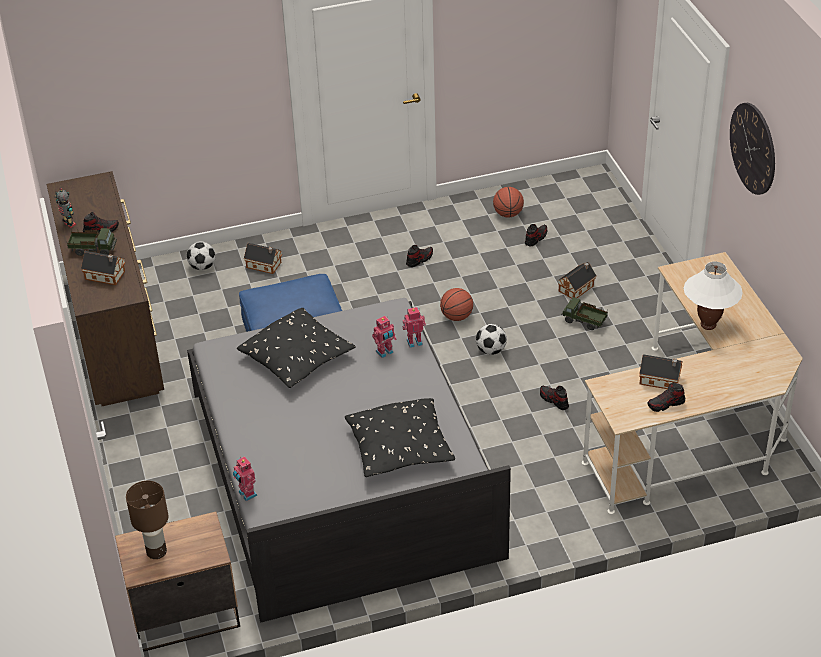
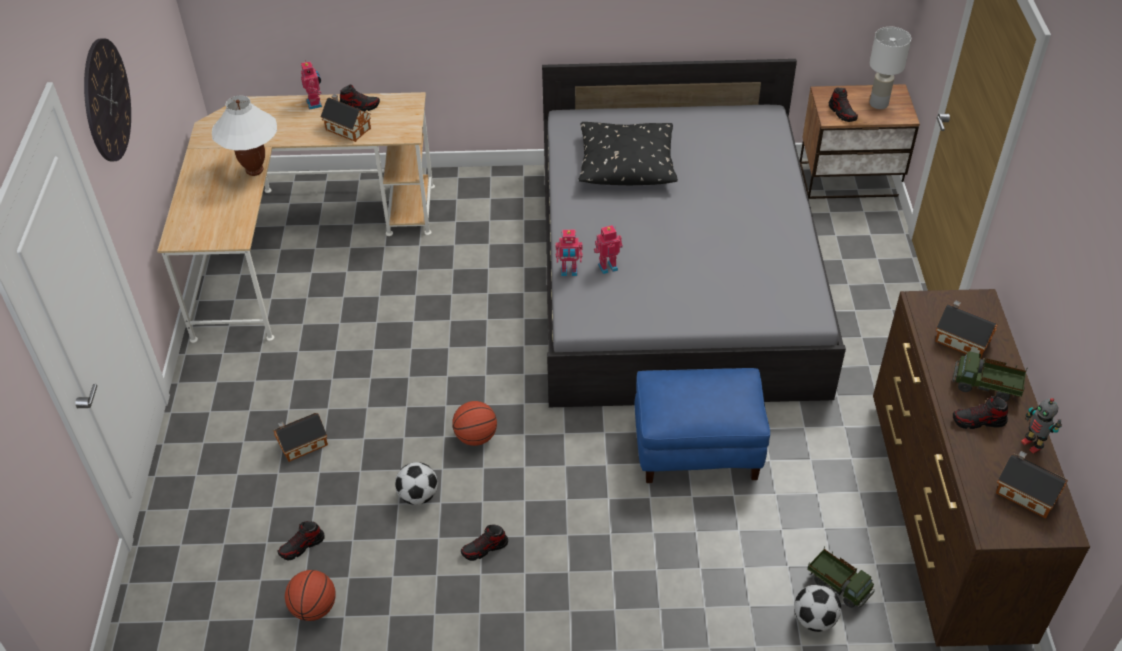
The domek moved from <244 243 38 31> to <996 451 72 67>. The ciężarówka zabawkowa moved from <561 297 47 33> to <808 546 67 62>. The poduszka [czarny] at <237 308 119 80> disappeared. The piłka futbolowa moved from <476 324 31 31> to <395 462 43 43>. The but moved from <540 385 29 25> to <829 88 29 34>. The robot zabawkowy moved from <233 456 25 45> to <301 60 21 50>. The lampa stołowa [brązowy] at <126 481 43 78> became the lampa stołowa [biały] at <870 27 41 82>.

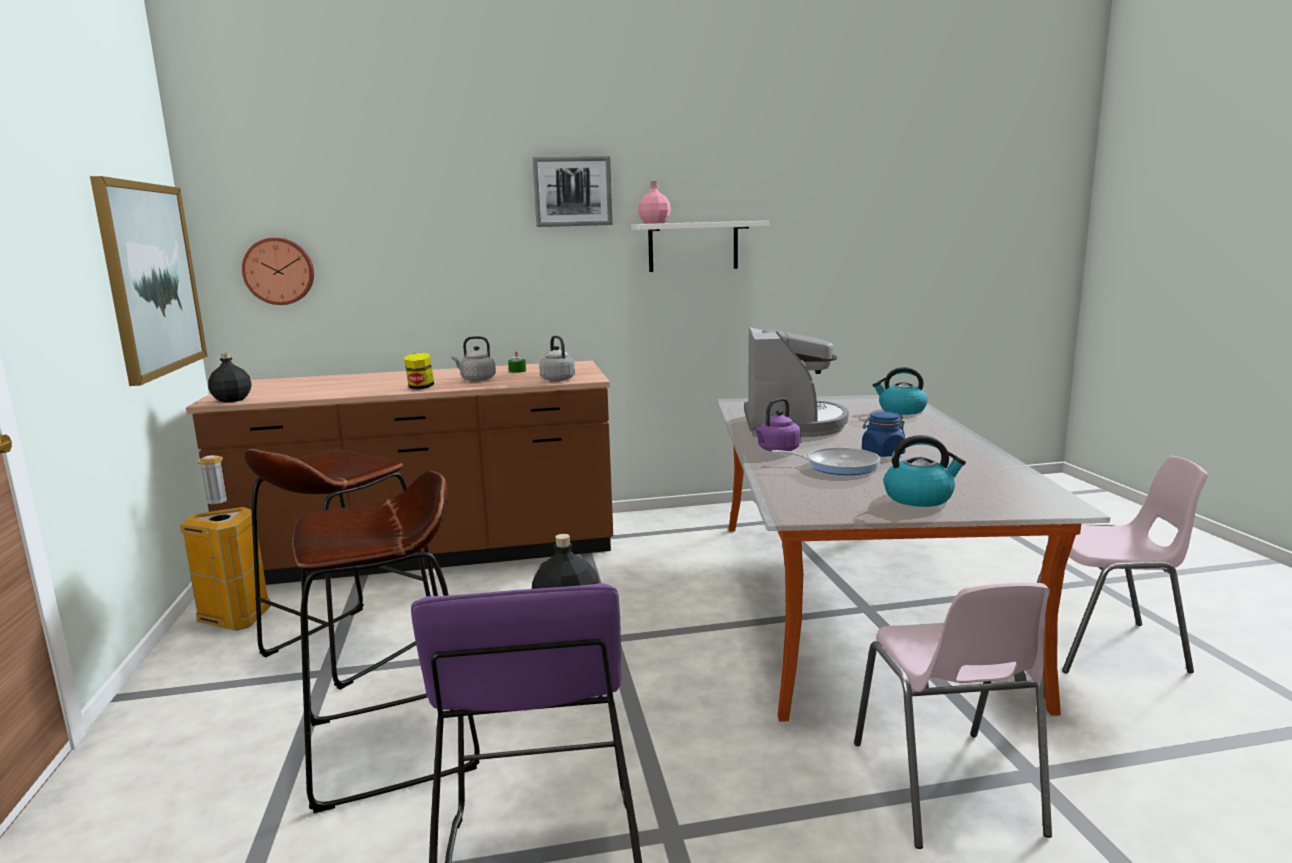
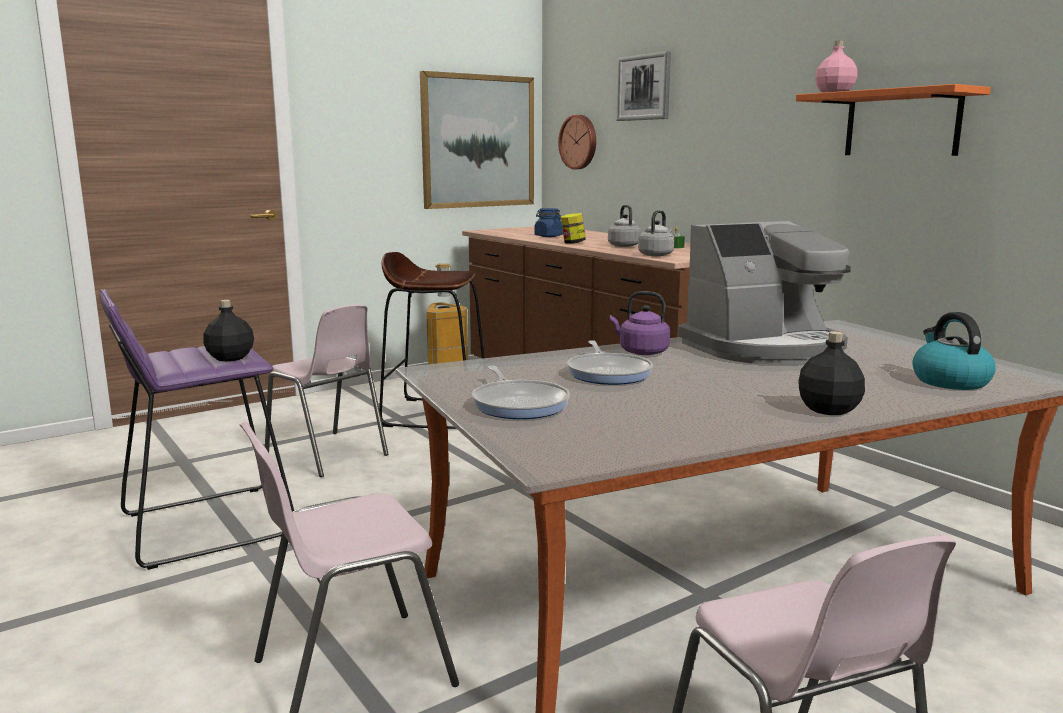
The obraz moved from <532 156 81 71> to <616 51 55 70>. The półka [biały] at <631 221 138 51> became the półka [pomarańczowy] at <796 84 195 72>. The butelka [czarny] moved from <208 353 44 49> to <798 331 67 84>. The słoik [niebieski] moved from <862 412 44 45> to <534 208 29 29>. The czajnik at <884 435 82 72> was replaced by the patelnia at <472 366 98 53>. The stołek [brązowy] at <292 471 188 342> was replaced by the krzesło [różowy] at <265 304 123 173>.

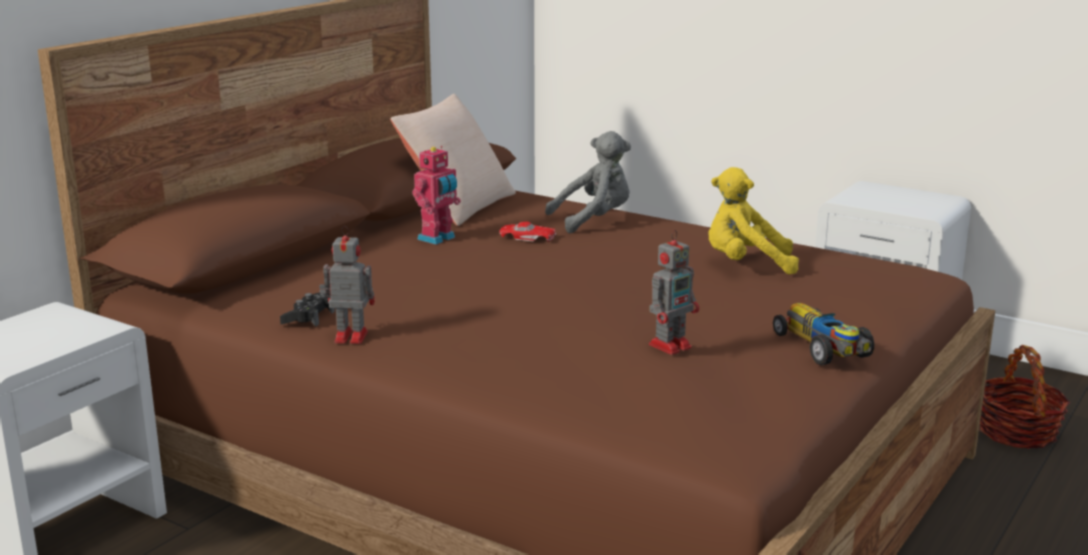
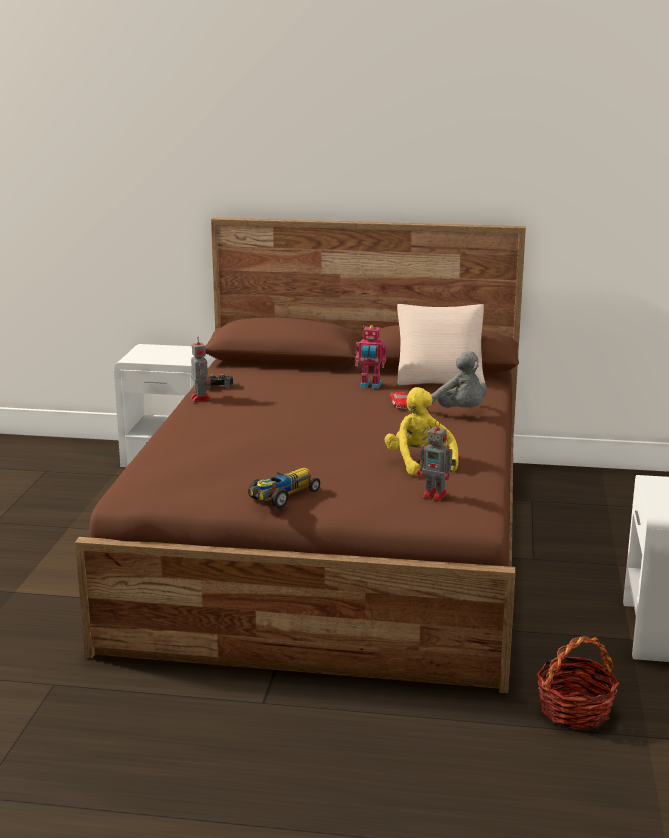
The robot zabawkowy moved from <649 230 50 125> to <418 420 38 81>.

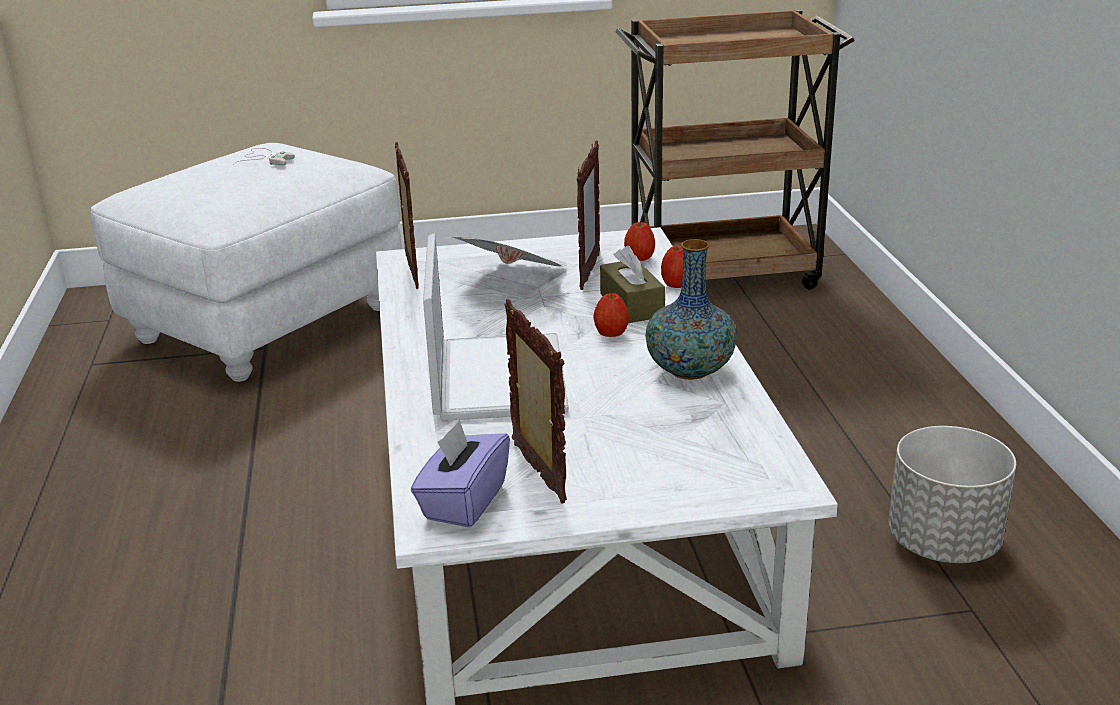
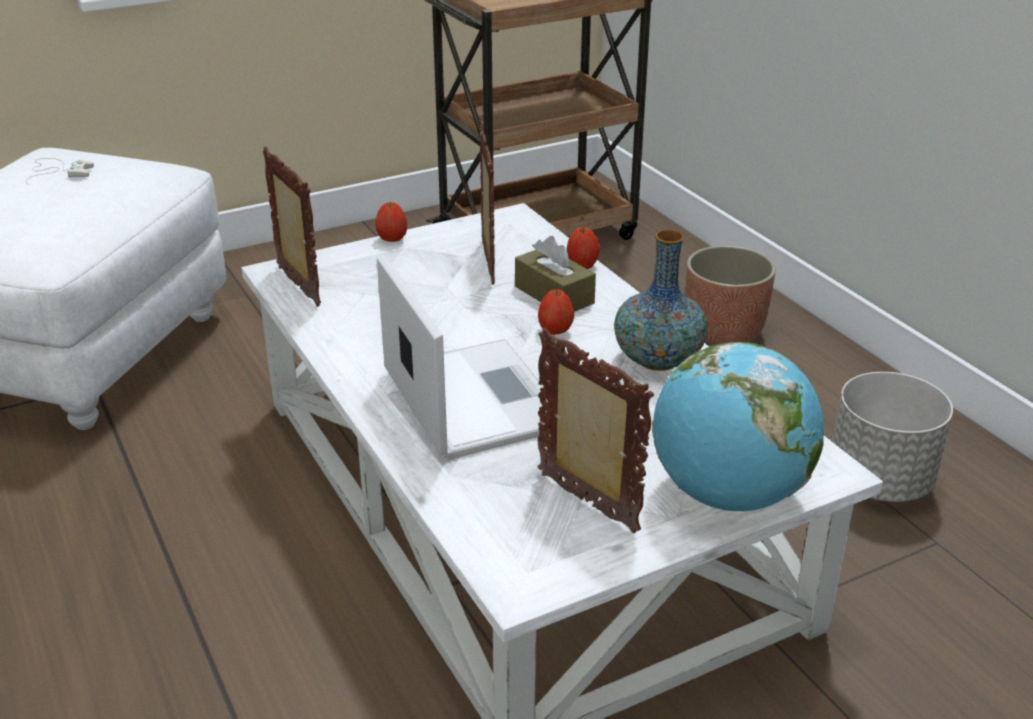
The jabłko moved from <624 222 31 39> to <375 202 32 40>. The gazeta at <445 237 121 30> disappeared. The pudełko chusteczek [fioletowy] at <411 419 99 109> disappeared. The donica at <685 245 91 100> appeared. The globus at <652 342 172 169> appeared.

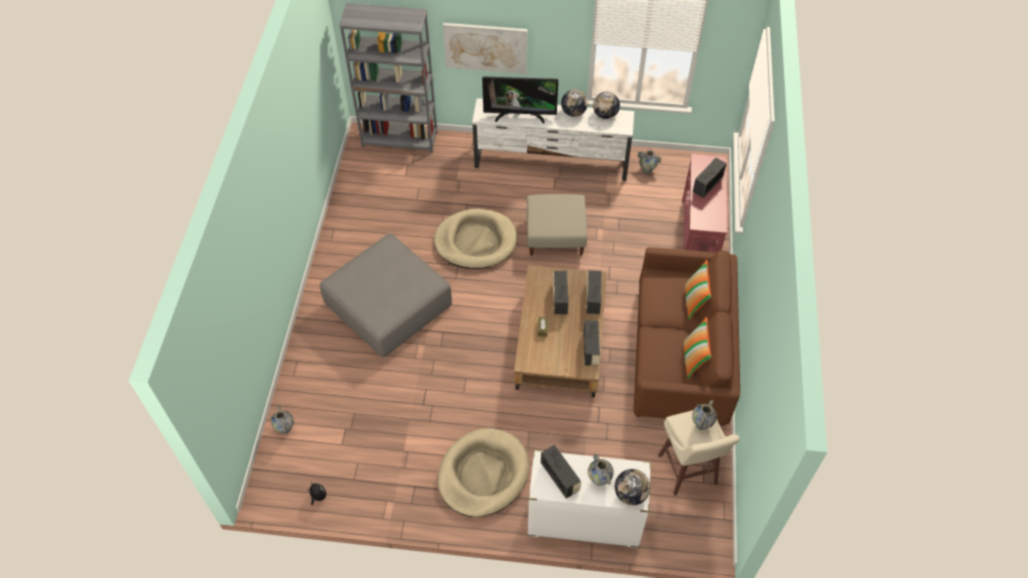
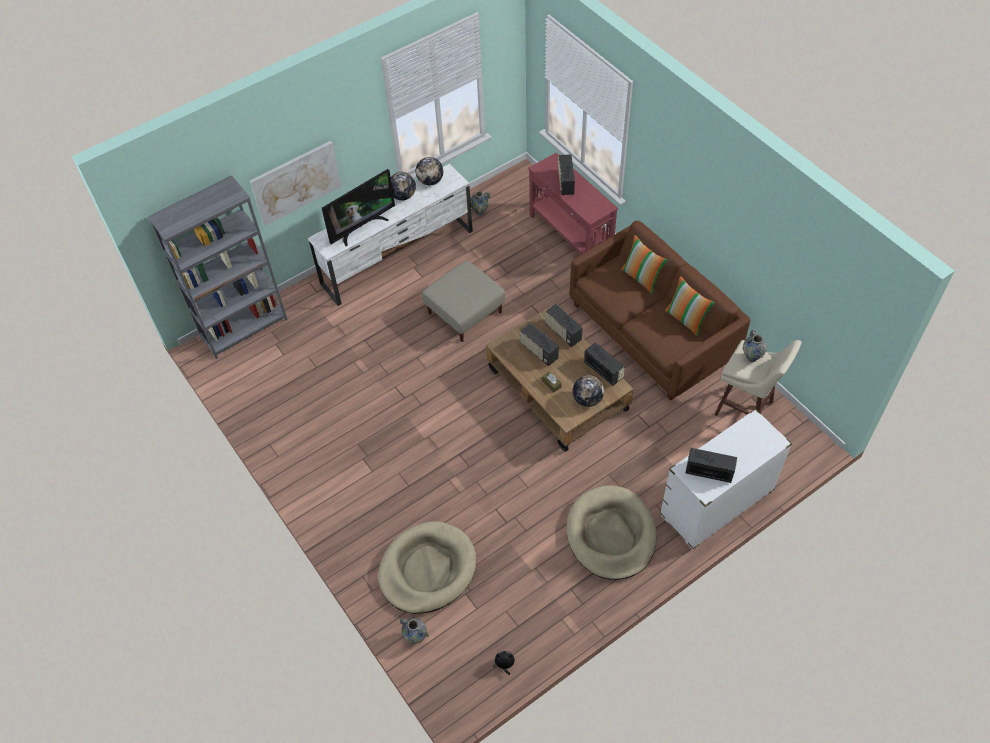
The legowisko [beżowy] moved from <434 208 83 61> to <378 521 98 93>. The pufa [szary] at <320 233 132 124> disappeared. The wazon at <588 453 26 33> disappeared. The globus moved from <615 469 35 36> to <573 375 31 32>.

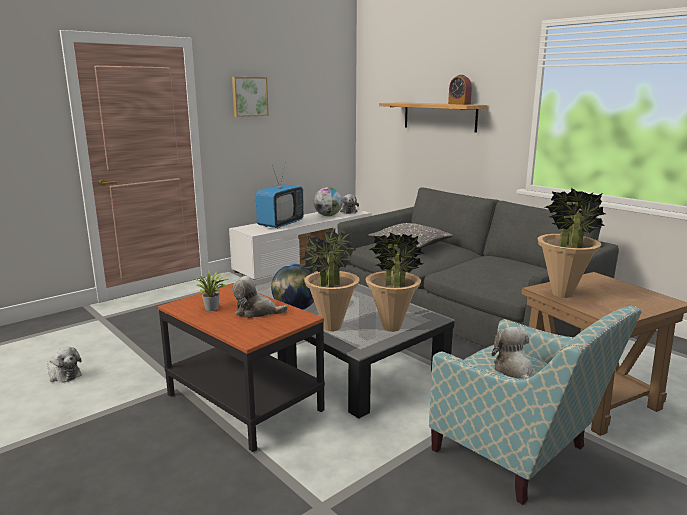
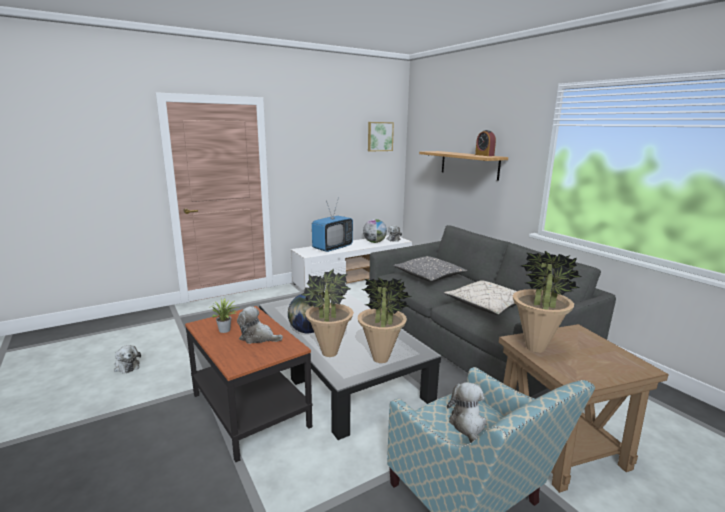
The obraz moved from <232 77 37 40> to <368 122 26 30>. The poduszka [beżowy] at <444 280 73 35> appeared.

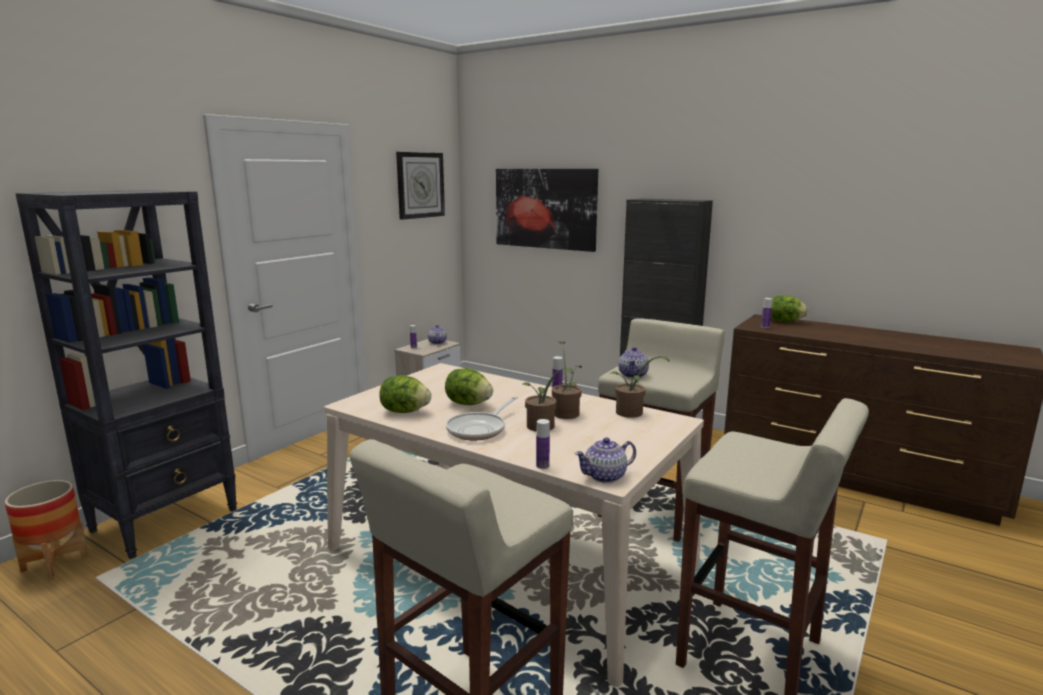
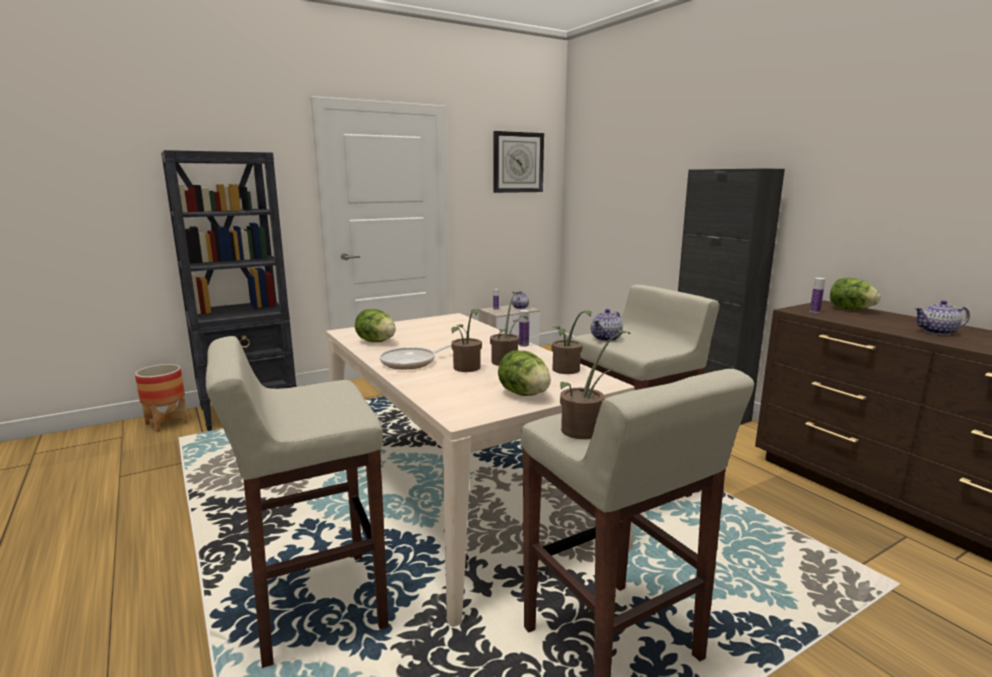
The obraz at <496 169 102 83> disappeared. The sałata moved from <445 368 48 37> to <498 351 53 45>. The butelka at <536 419 14 50> disappeared. The imbryk moved from <575 437 61 46> to <914 300 56 35>. The roślina doniczkowa at <560 330 70 109> appeared.

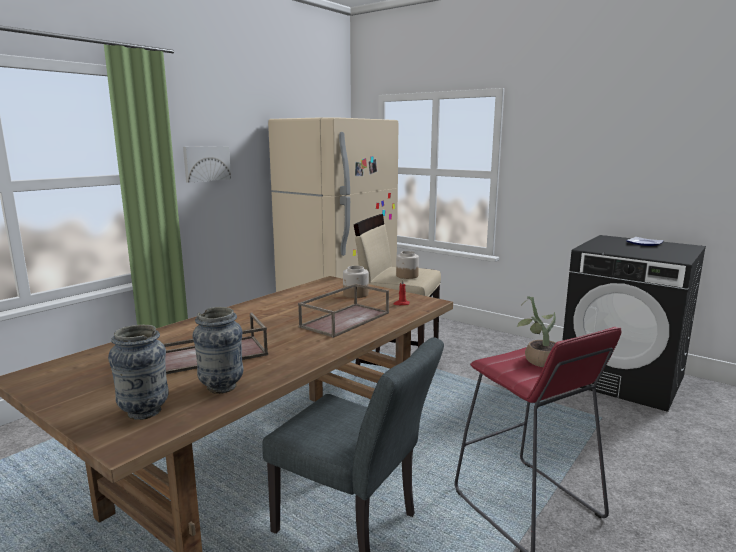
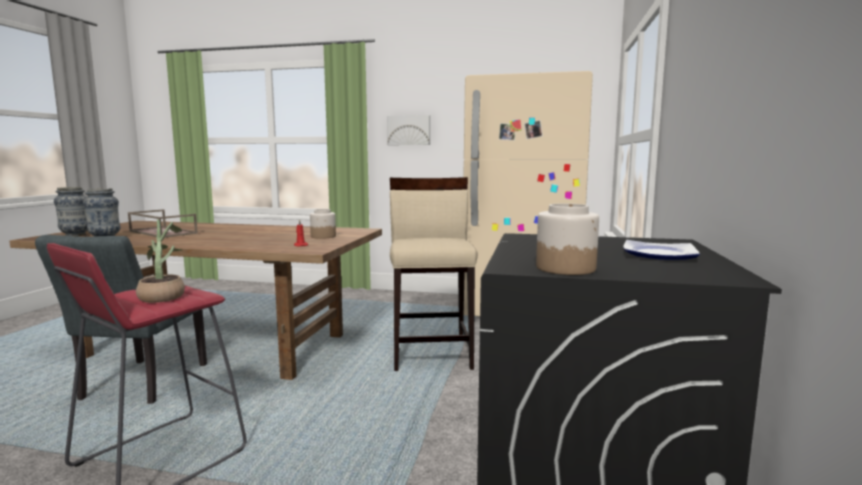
The słoik moved from <396 251 23 28> to <536 203 63 72>. The taca [brązowy] at <298 284 91 54> disappeared.

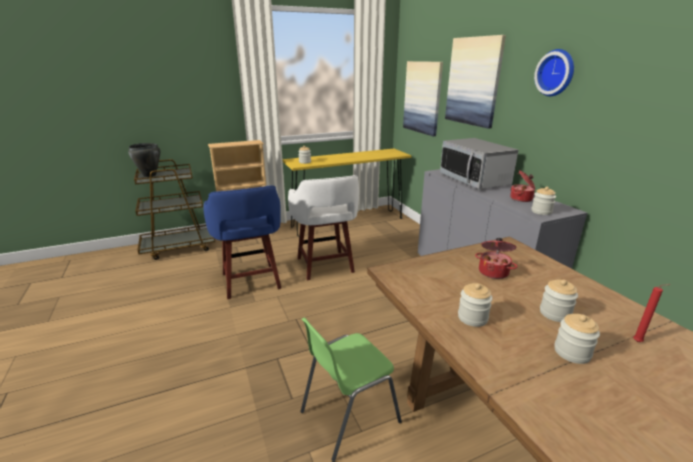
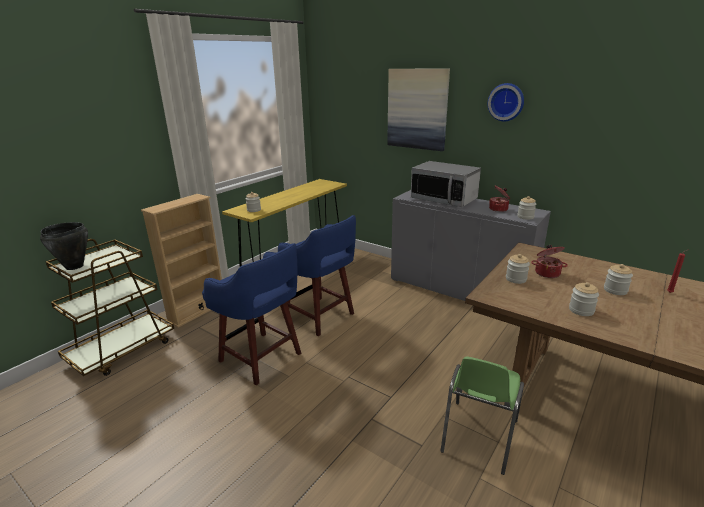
The obraz at <403 61 40 75> disappeared. The stołek [biały] at <288 175 71 105> became the stołek [niebieski] at <278 215 78 121>. The słoik moved from <554 314 46 50> to <506 254 24 30>.

